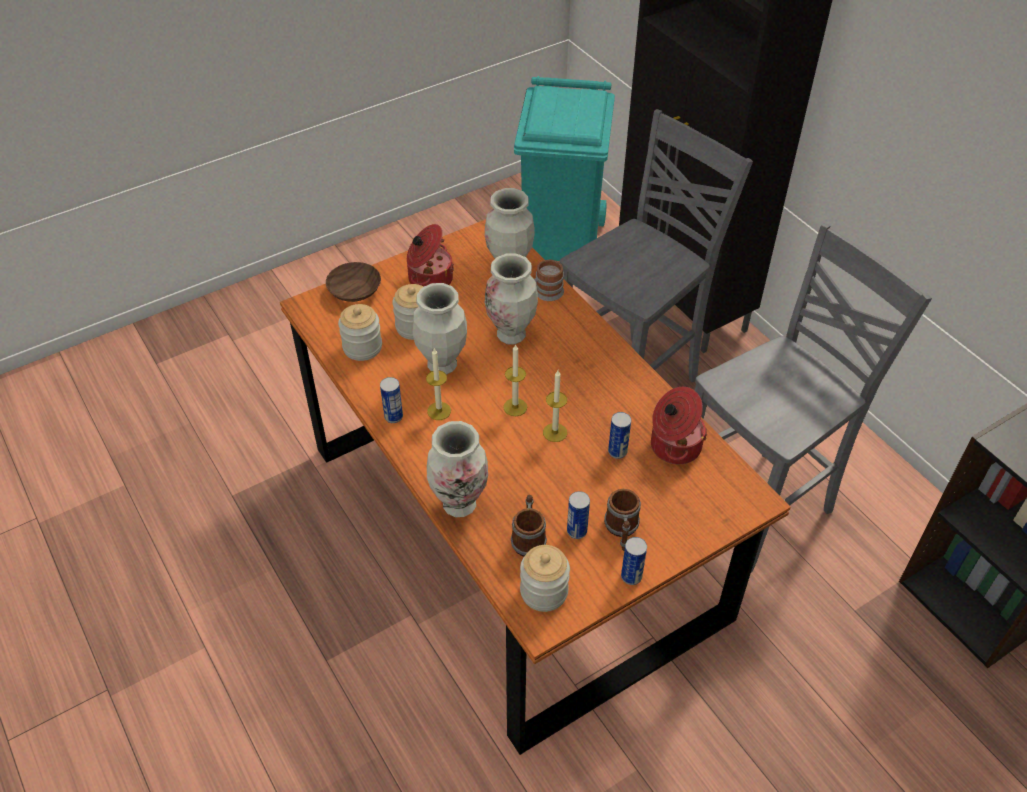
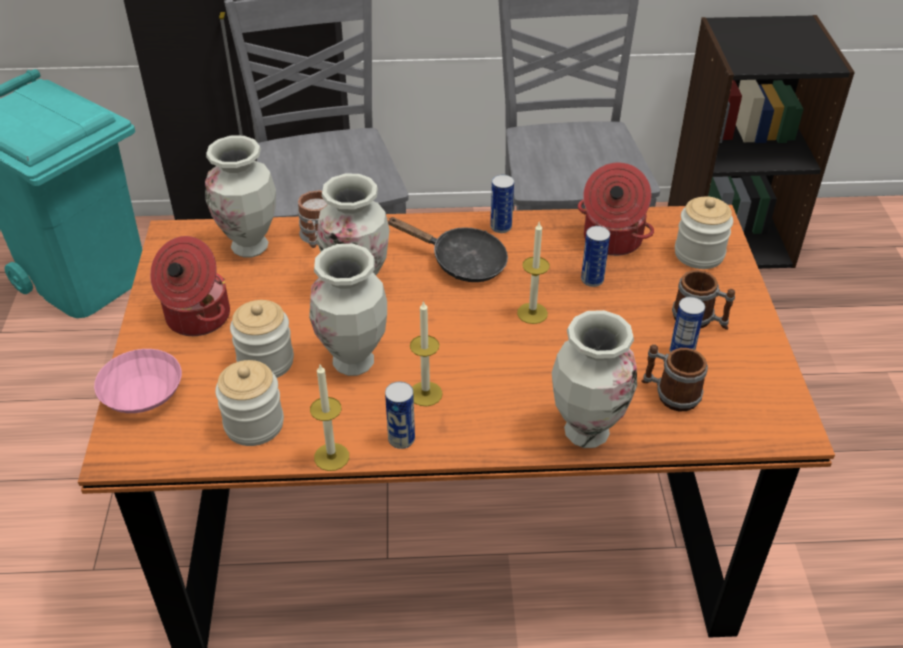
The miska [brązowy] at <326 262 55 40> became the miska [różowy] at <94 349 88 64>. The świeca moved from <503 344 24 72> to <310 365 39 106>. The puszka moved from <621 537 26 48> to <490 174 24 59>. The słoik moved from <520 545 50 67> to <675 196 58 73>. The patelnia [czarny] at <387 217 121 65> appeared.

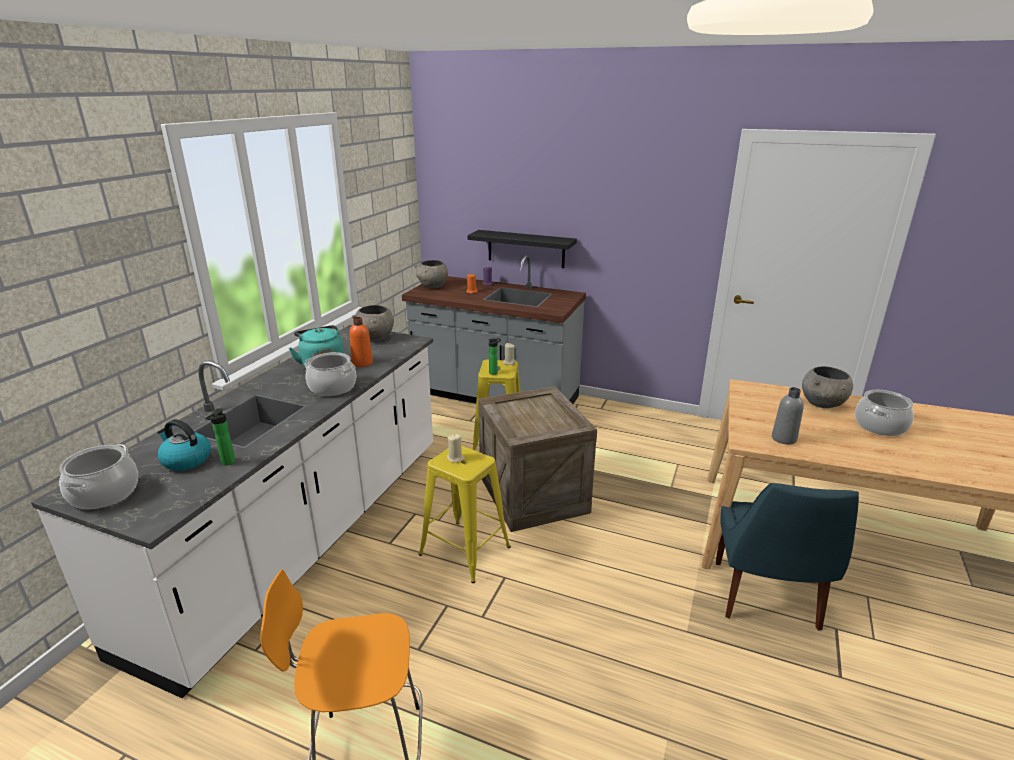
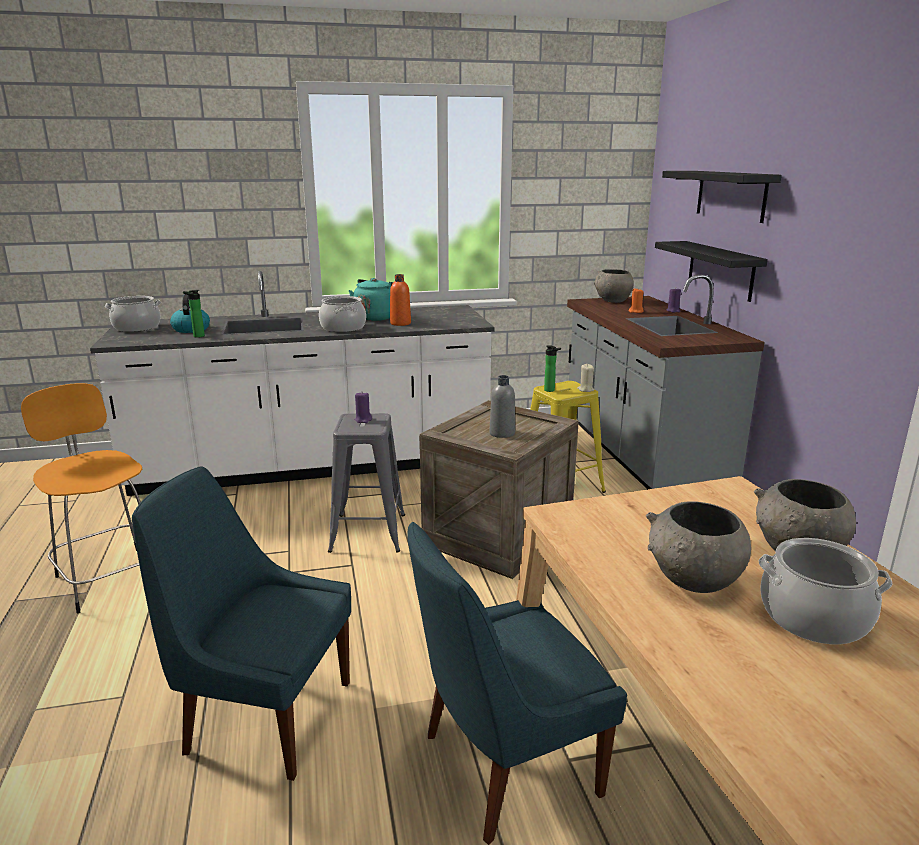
The miska [szary] moved from <352 305 42 36> to <646 501 105 92>. The butelka [szary] moved from <772 387 32 58> to <490 375 25 63>. The świeca [beżowy] at <447 434 18 29> became the świeca [fioletowy] at <355 392 17 31>. The stołek [żółty] at <419 445 92 138> became the stołek [szary] at <328 413 77 140>. The półka [czarny] at <662 171 119 52> appeared. The krzesło [niebieski] at <132 466 219 315> appeared.

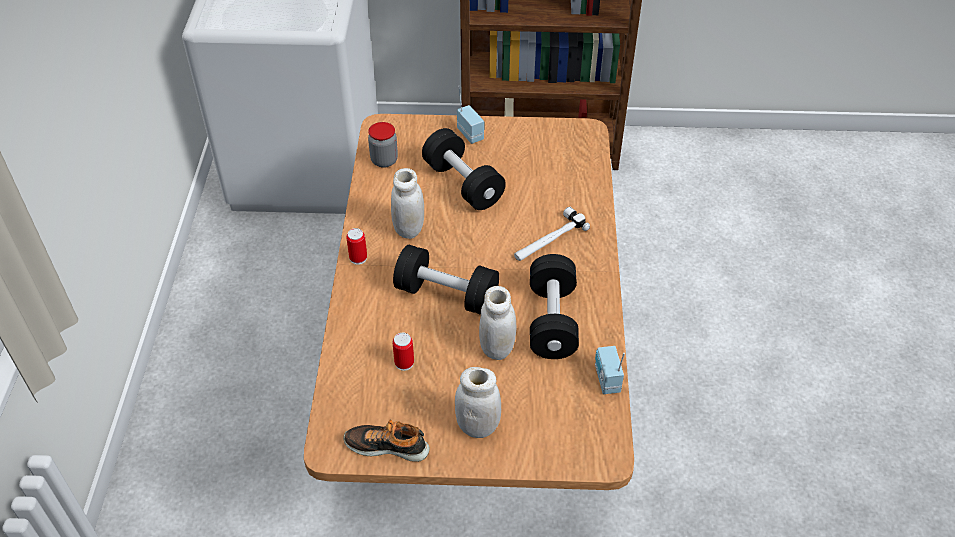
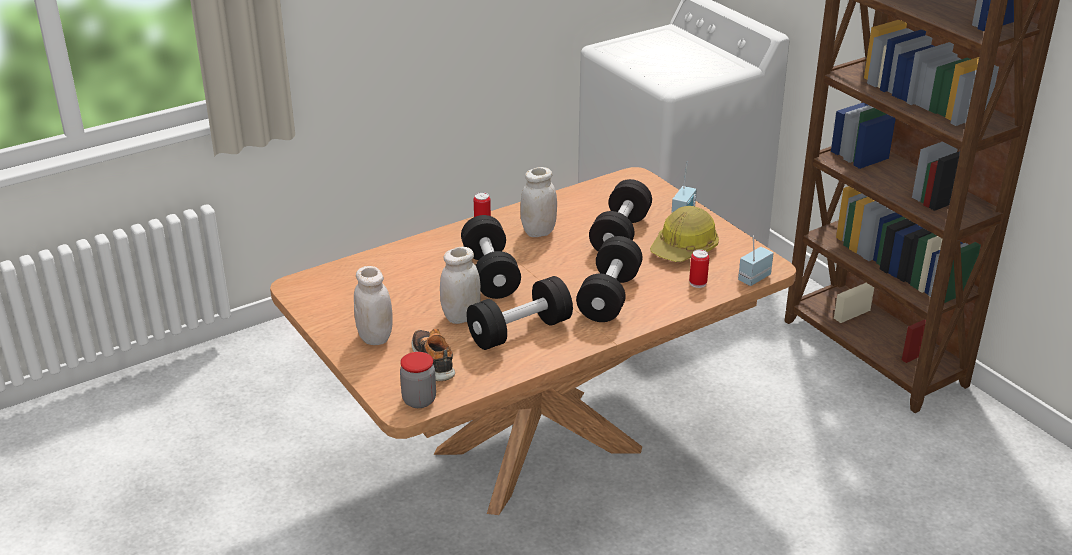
The słoik moved from <368 122 30 46> to <400 352 36 56>. The młotek at <514 207 76 54> was replaced by the hantel [czarny] at <576 236 67 86>. The puszka moved from <392 333 22 38> to <689 249 20 39>. The radio moved from <595 346 30 48> to <738 235 36 51>. The but moved from <343 420 87 42> to <412 329 43 52>. The kask at <650 206 69 56> appeared.

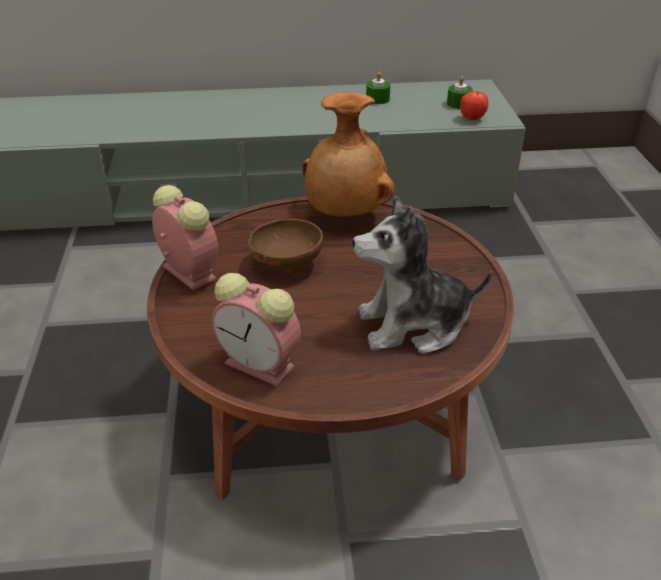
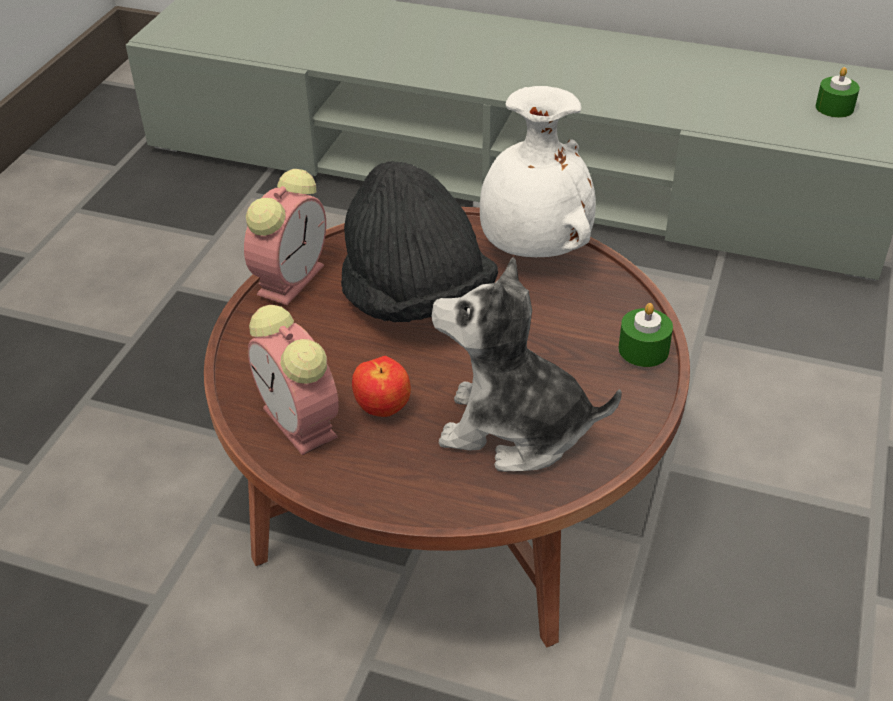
The świeca [zielony] moved from <366 72 25 32> to <618 303 55 64>. The jabłko moved from <460 91 28 29> to <352 356 59 61>. The wazon [brązowy] at <302 92 93 125> became the wazon [biały] at <480 86 116 171>. The budzik at <152 185 66 105> turned 45 degrees clockwise. The miska [brązowy] at <248 219 75 53> was replaced by the kapelusz [czarny] at <341 161 157 161>.

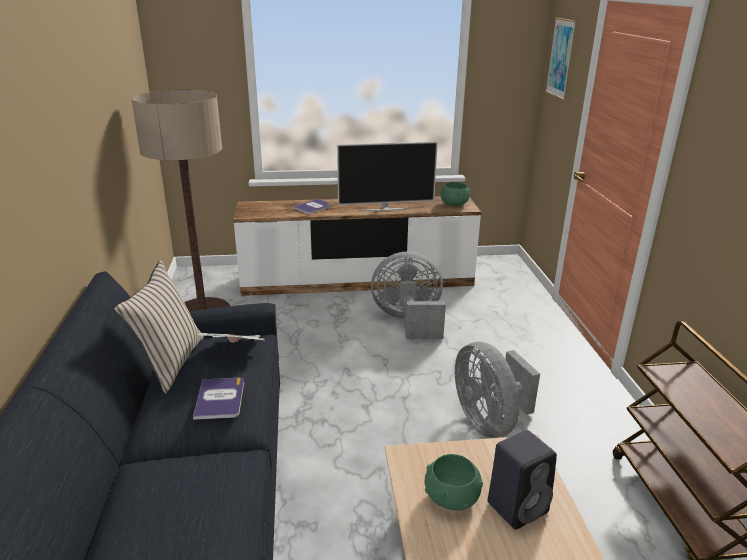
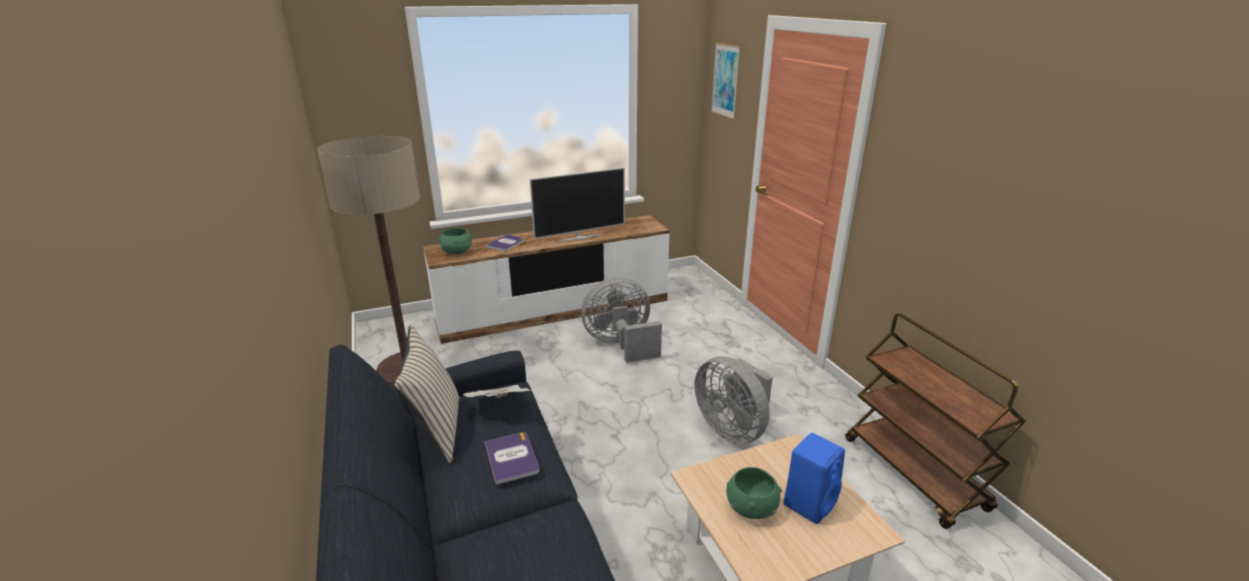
The miska [zielony] moved from <440 182 30 24> to <439 228 33 26>. The głośnik [czarny] at <488 430 69 100> became the głośnik [niebieski] at <783 433 62 91>.

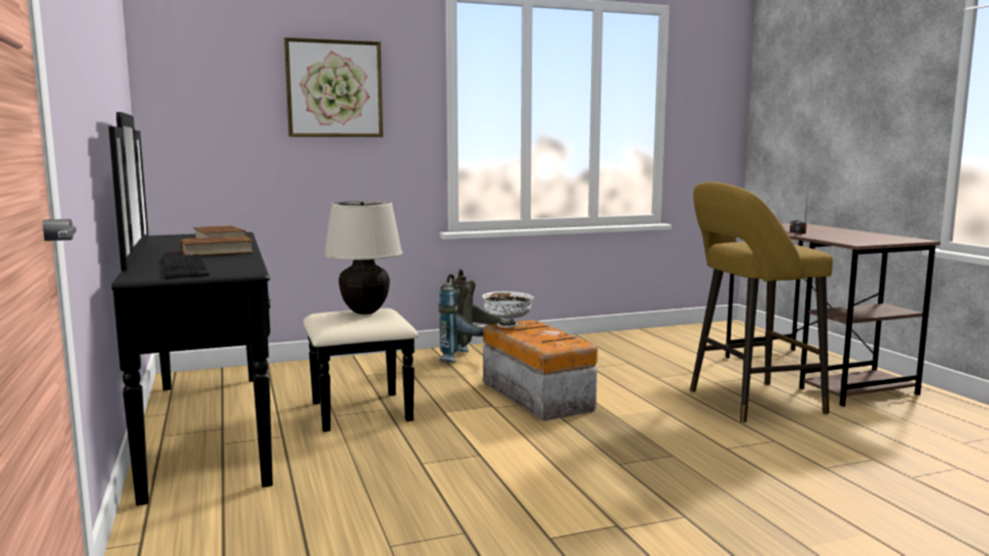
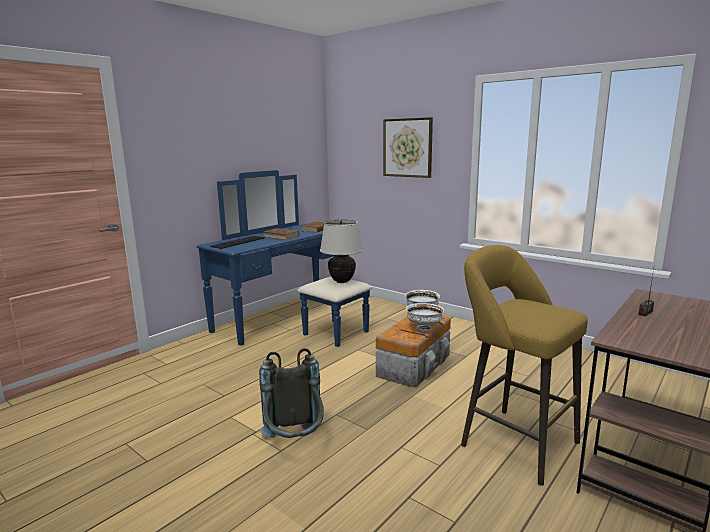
The komoda [czarny] at <109 112 309 394> became the komoda [niebieski] at <196 170 176 177>. The plecak [szary] moved from <439 269 62 94> to <259 348 65 90>. The miska [biały] at <406 303 38 29> appeared.

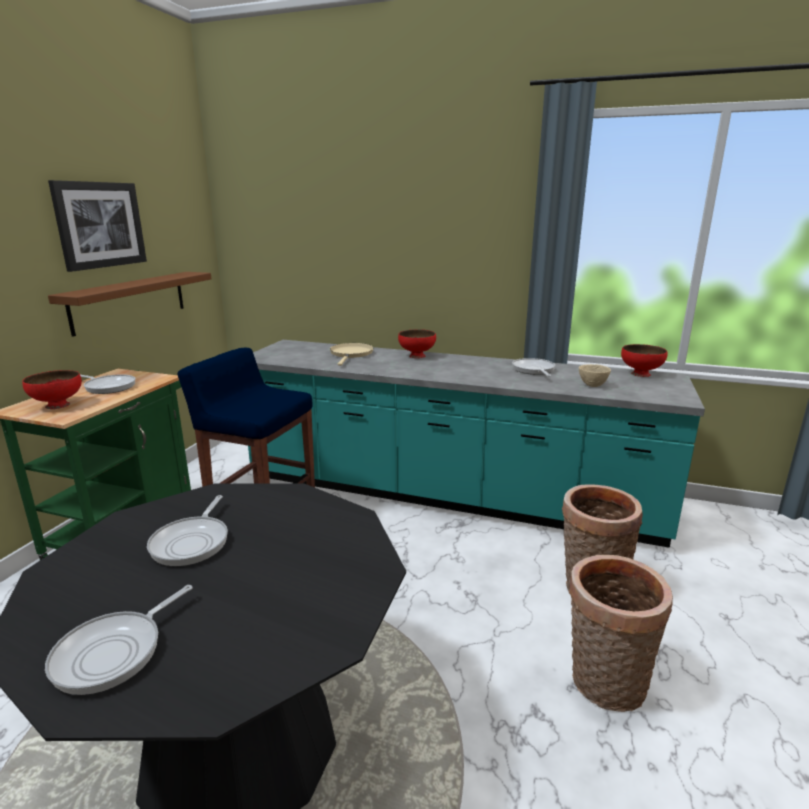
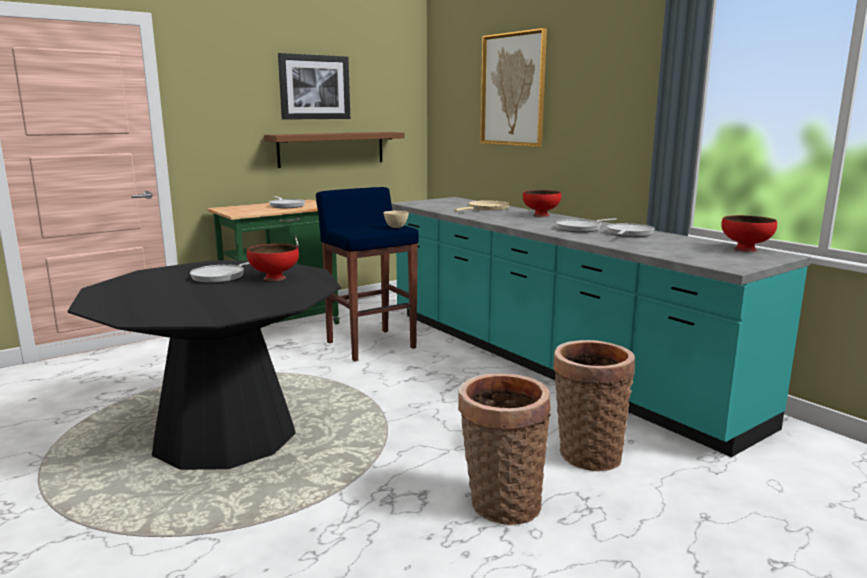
The miska [beżowy] moved from <579 364 32 23> to <383 211 26 17>. The miska [czerwony] moved from <22 370 60 39> to <247 244 52 37>. The patelnia moved from <45 585 148 110> to <556 218 61 14>. The obraz at <480 28 67 119> appeared.

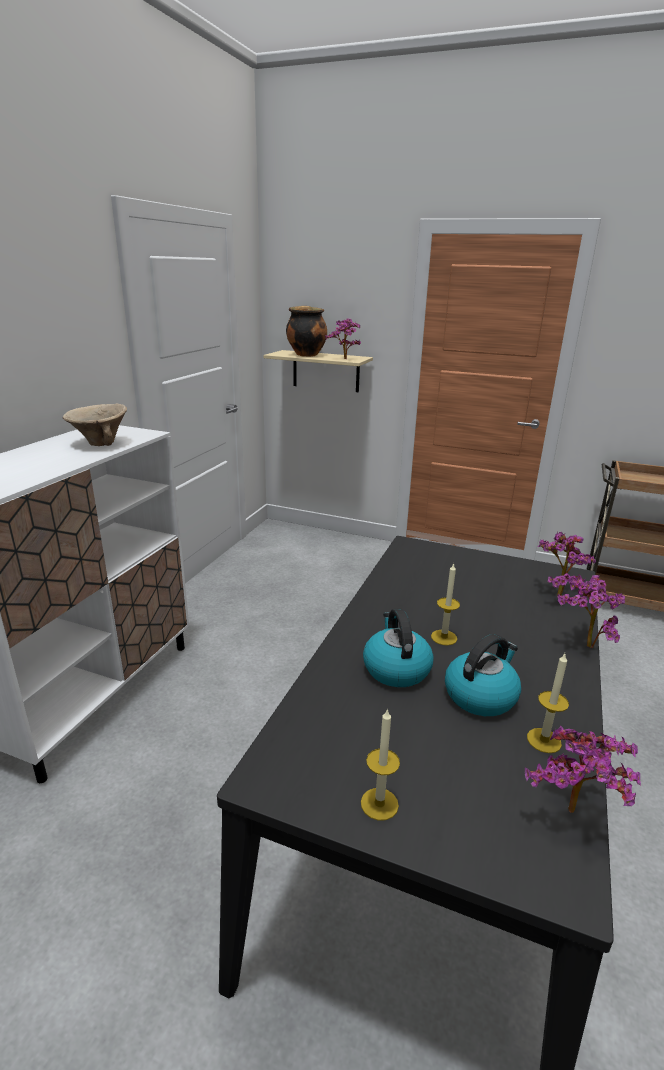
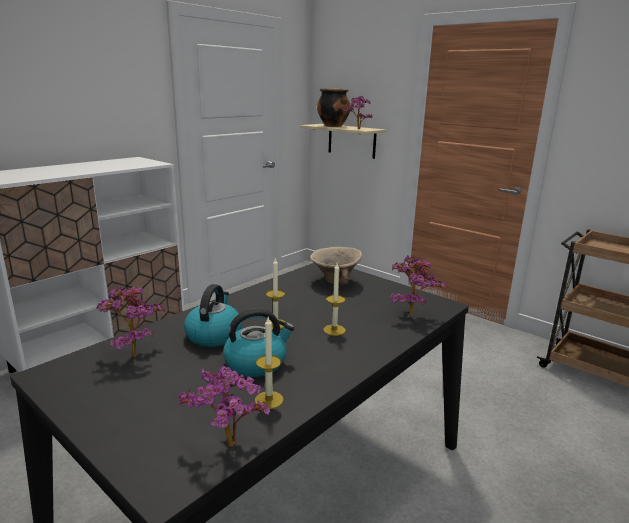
The miska [beżowy] moved from <63 404 64 42> to <310 247 53 39>. The roślina doniczkowa moved from <558 575 67 73> to <96 287 69 71>. The świeca moved from <361 708 39 113> to <323 263 23 73>.

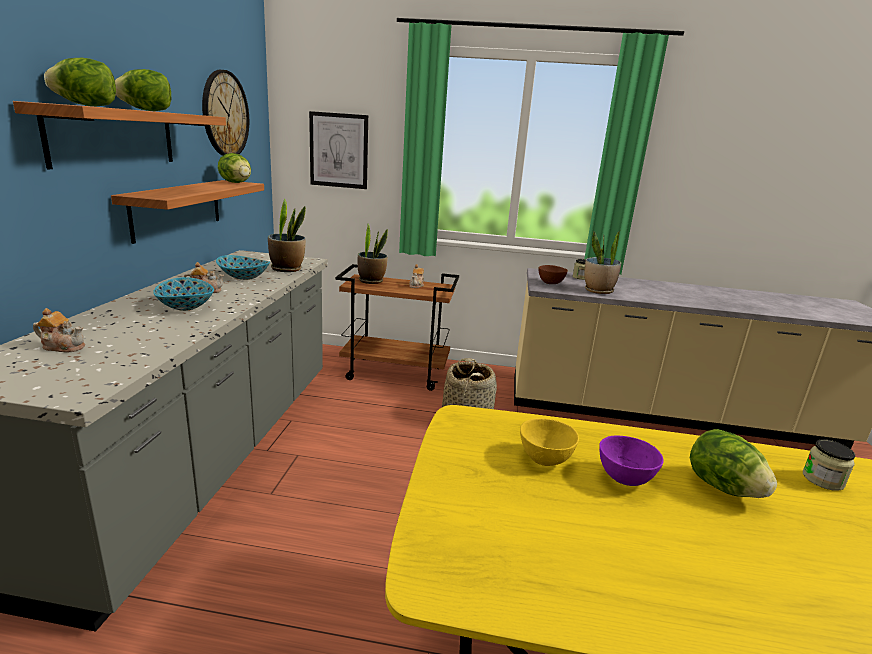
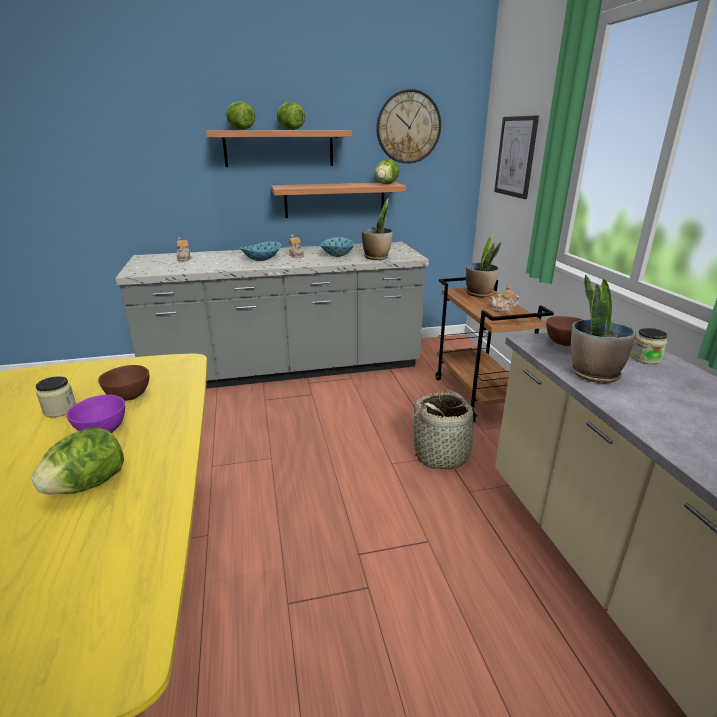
The miska [żółty] at <520 418 59 48> became the miska [brązowy] at <98 365 51 36>. The słoik moved from <803 439 52 52> to <36 376 40 41>.

